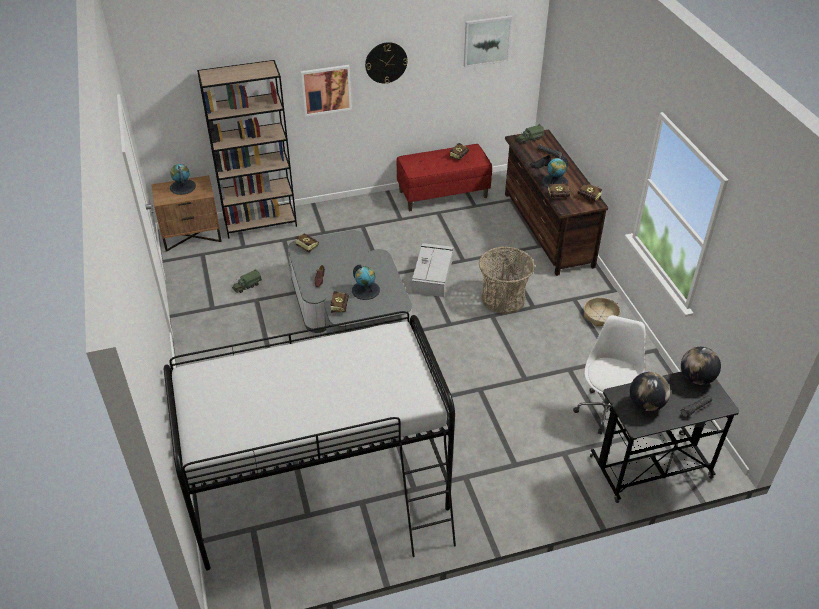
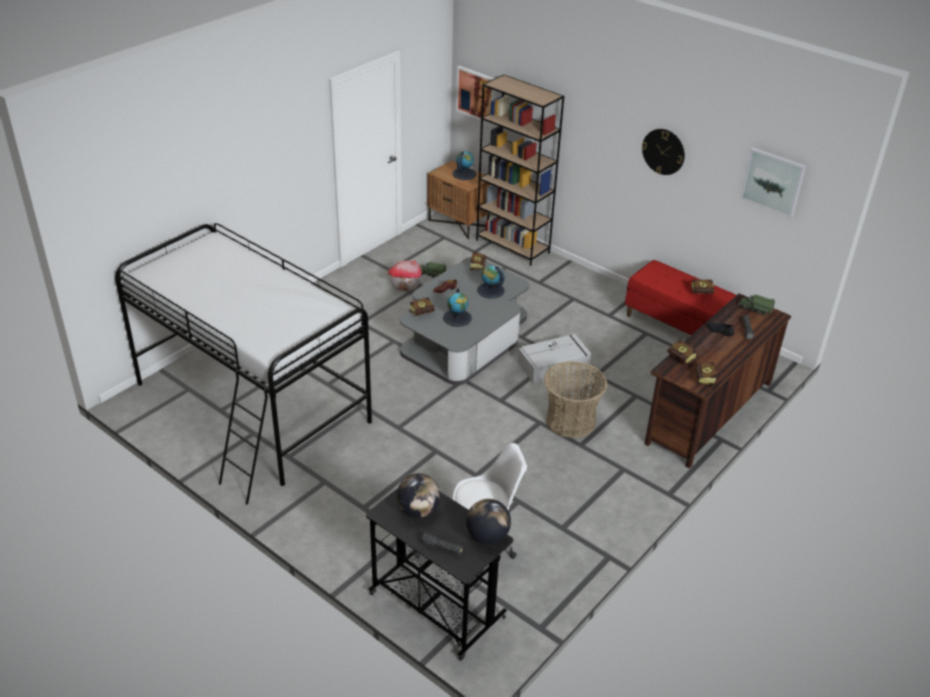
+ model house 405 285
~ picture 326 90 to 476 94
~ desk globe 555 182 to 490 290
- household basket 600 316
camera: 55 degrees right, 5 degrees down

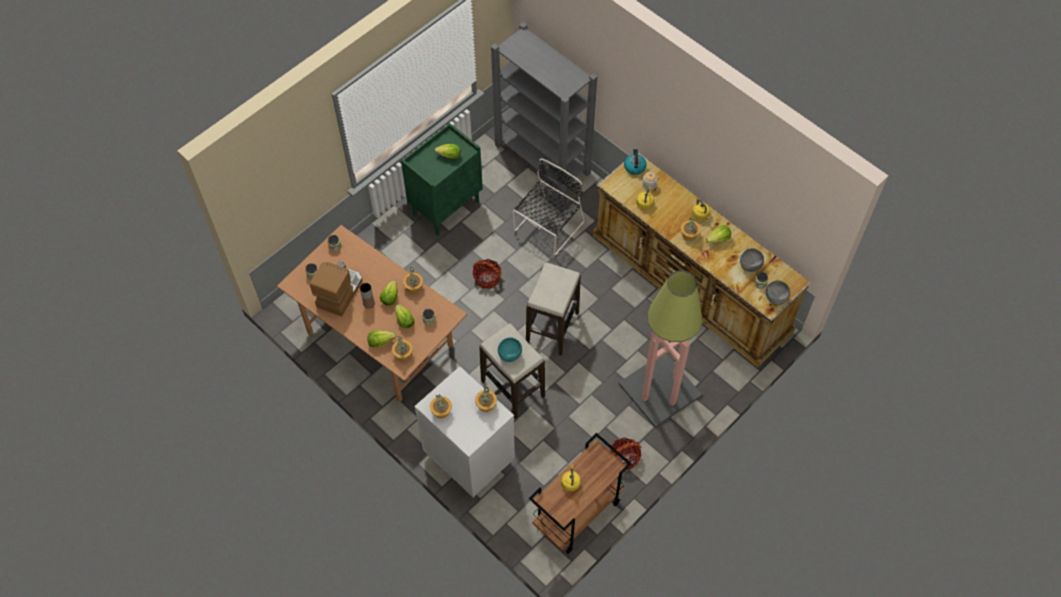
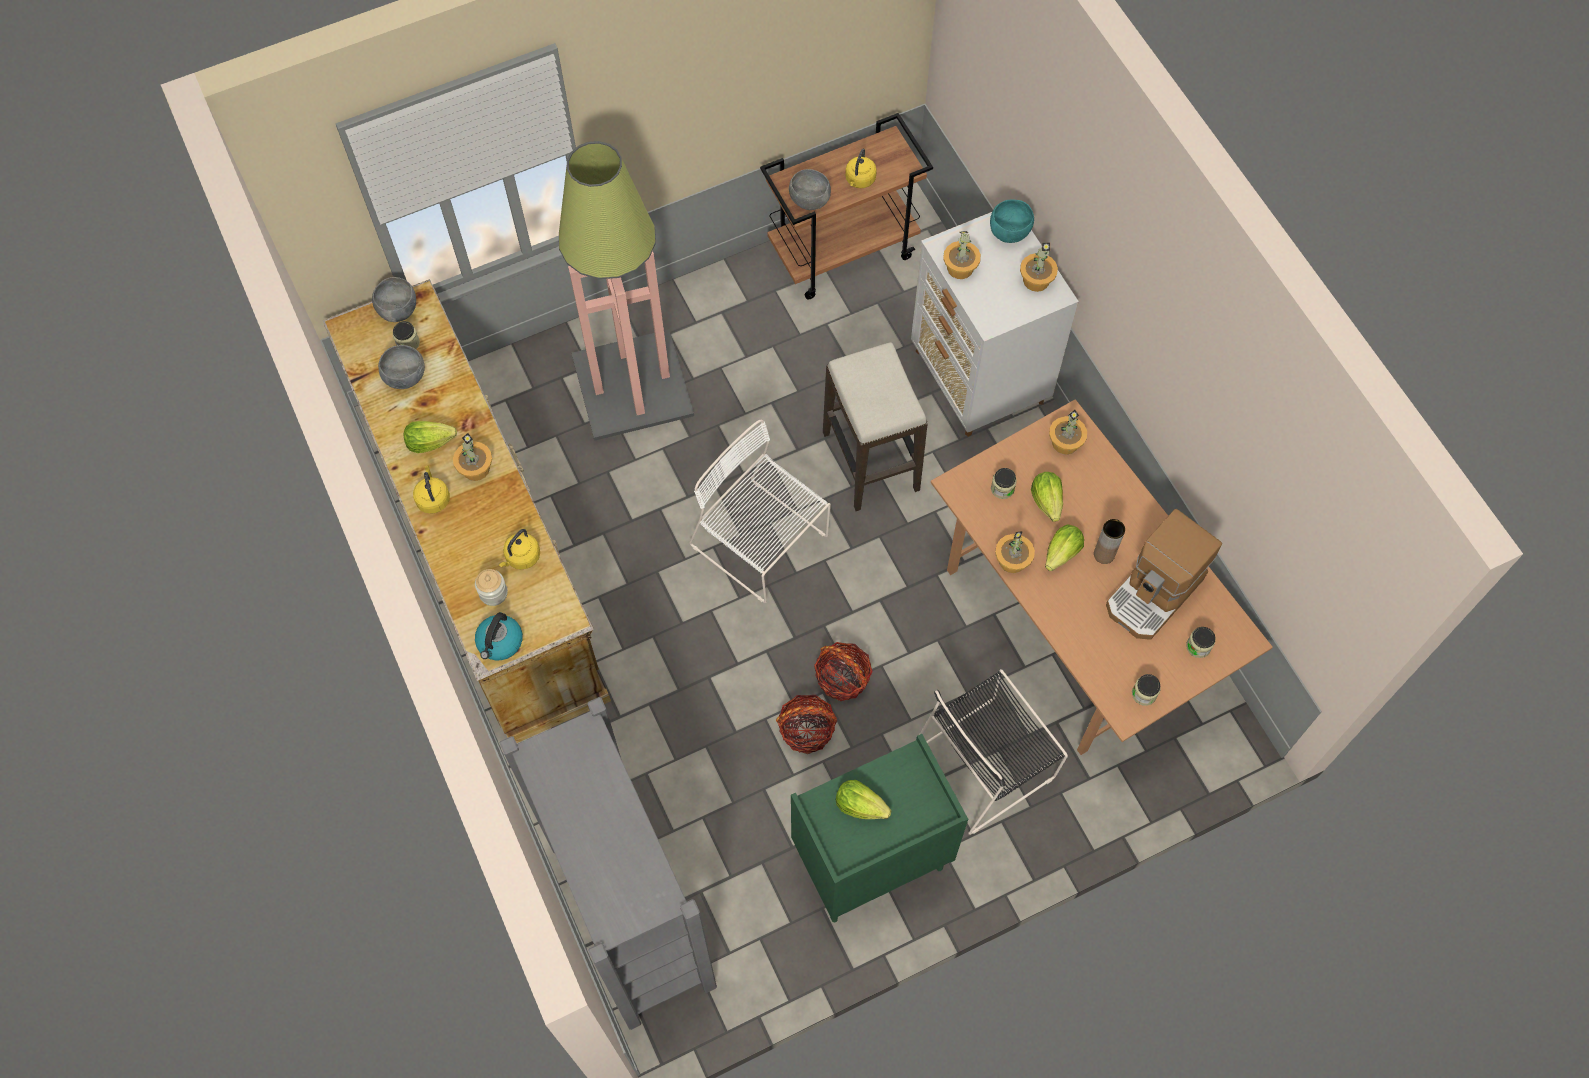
~ stool seat 552 328 to whitish plain chair 762 543
~ household basket 624 458 to 807 730
+ grey bowl 809 202
~ black plain chair 547 228 to 986 762
~ turquoise bowl 510 355 to 1009 233
- head of lettuce 380 341
camera: 160 degrees left, 5 degrees up

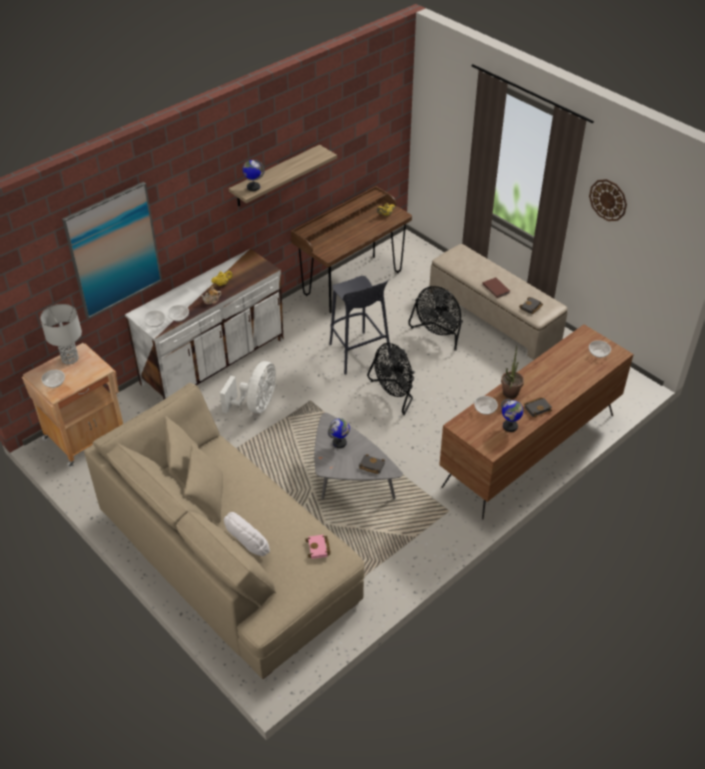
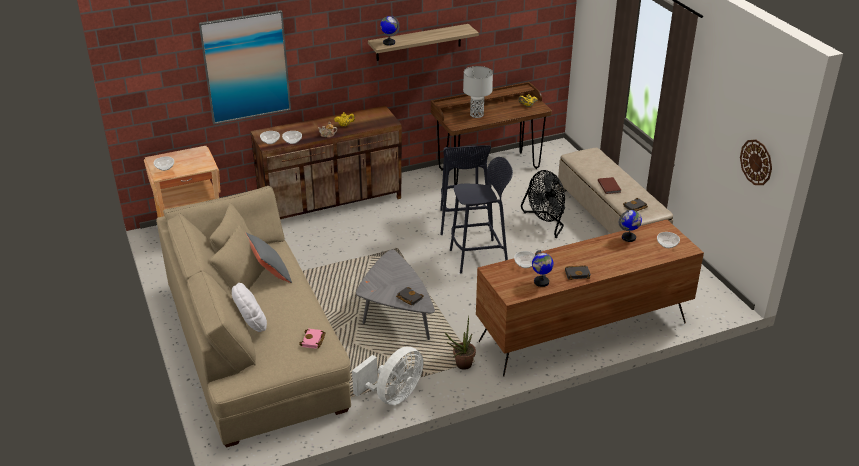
+ grey throw pillow 270 273
~ whitish storage cabinet 215 362 to brownish storage cabinet 332 202
~ whitish electric fan 256 405 to 393 395
~ houseplant 509 395 to 461 366
~ black electric fan 395 391 to grey stool seat 479 258
~ whitish table lamp 70 359 to 476 115
~ desk globe 339 443 to 629 238
~ hanging clock 608 200 to 756 162
camera: 20 degrees right, 10 degrees down

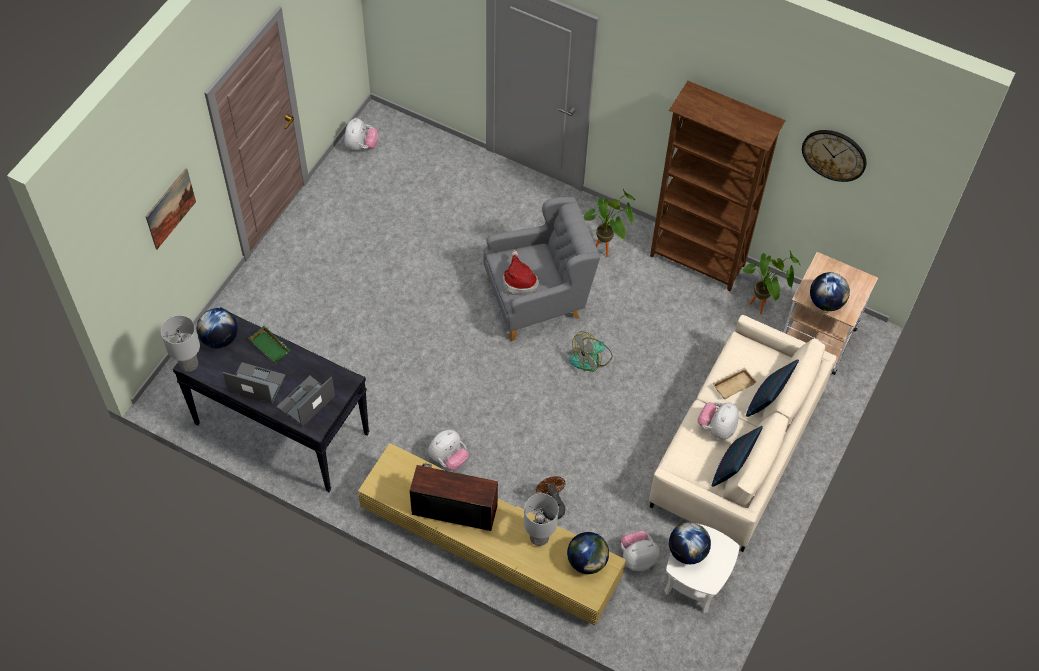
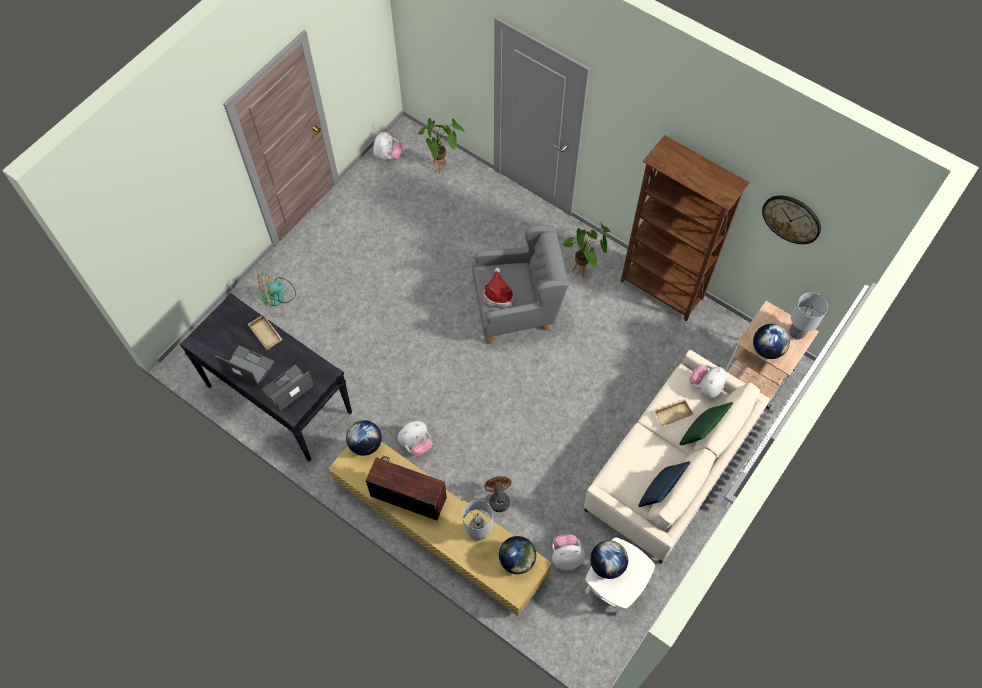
~ greenish tray 271 346 to beige-coloured tray 267 333
~ electric fan 591 358 to 277 295
~ desk globe 220 338 to 365 444
~ houseplant 762 308 to 442 169
~ blue throw pillow 767 401 to greenish throw pillow 700 432
~ plush toy 716 428 to 705 387
~ grey table lamp 189 365 to 796 333
- picture 170 208
camera: 10 degrees right, 5 degrees up

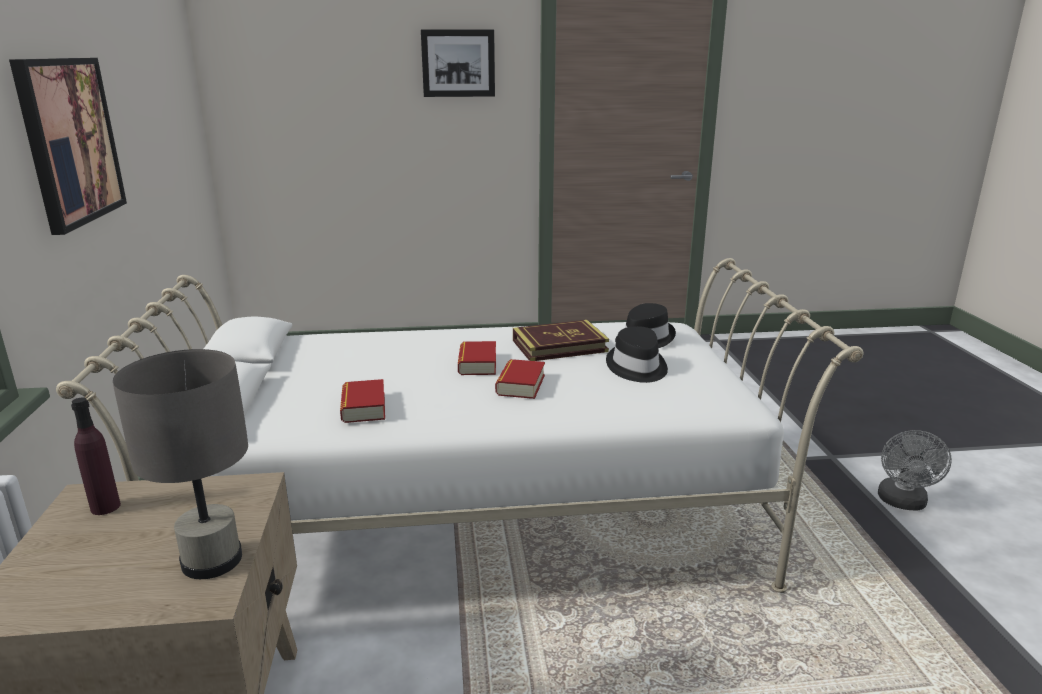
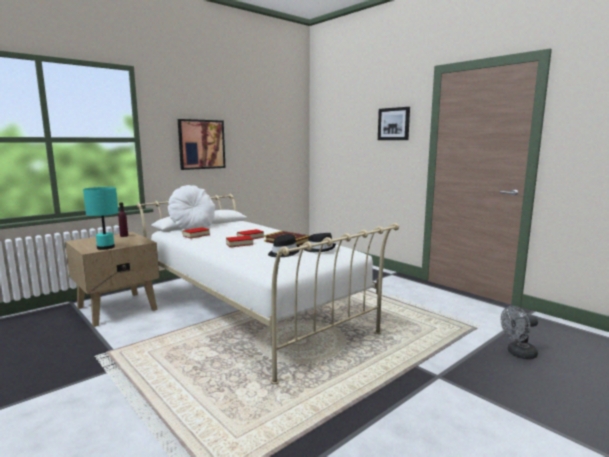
~ grey table lamp 211 560 to turquoise table lamp 106 247
+ whitish throw pillow 193 228
~ grey electric fan 902 503 to 518 354
camera: 55 degrees right, 10 degrees down

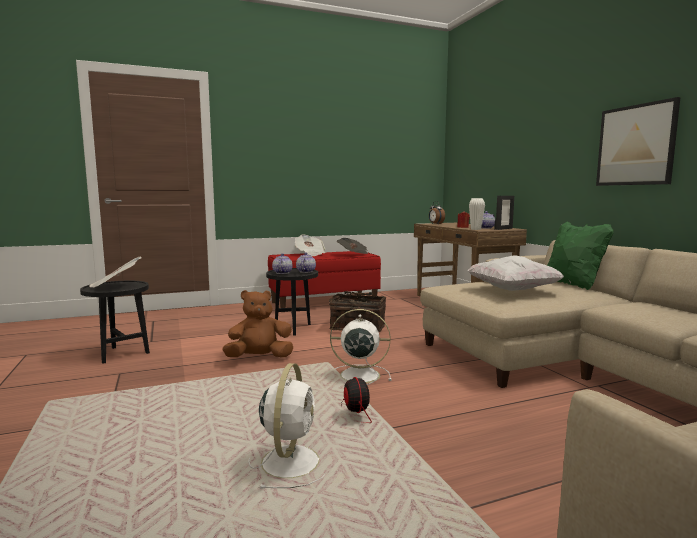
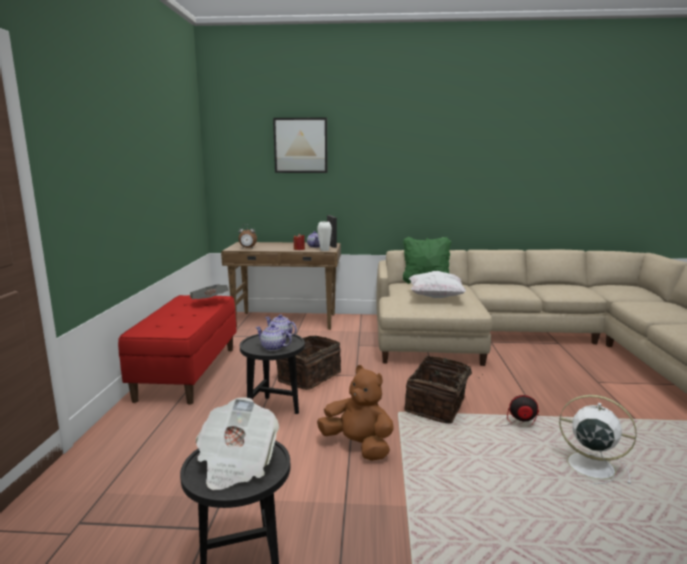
~ picture 635 145 to 300 145
~ brownish plush toy 259 358 = 358 446 120 degrees clockwise
~ whitish electric fan 357 375 to household basket 437 406
- daily paper 310 254
camera: 65 degrees left, 5 degrees up

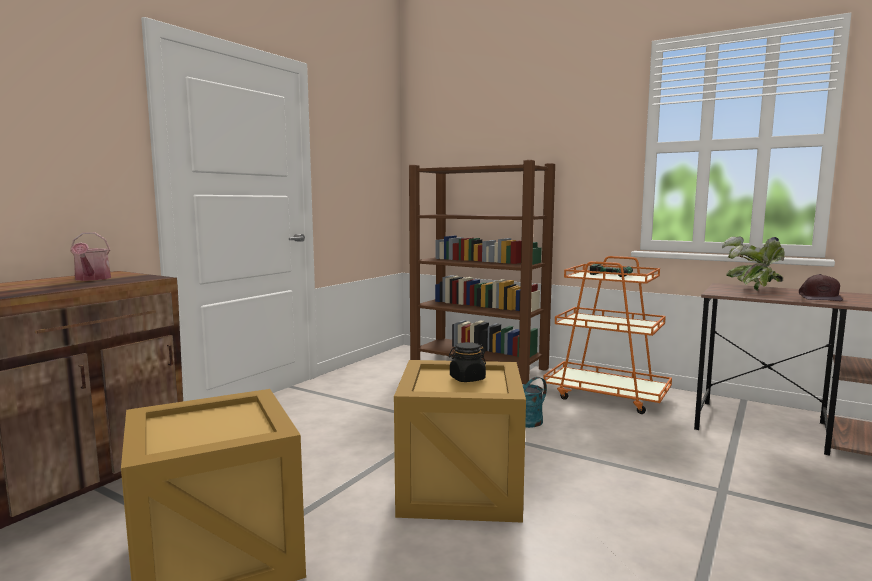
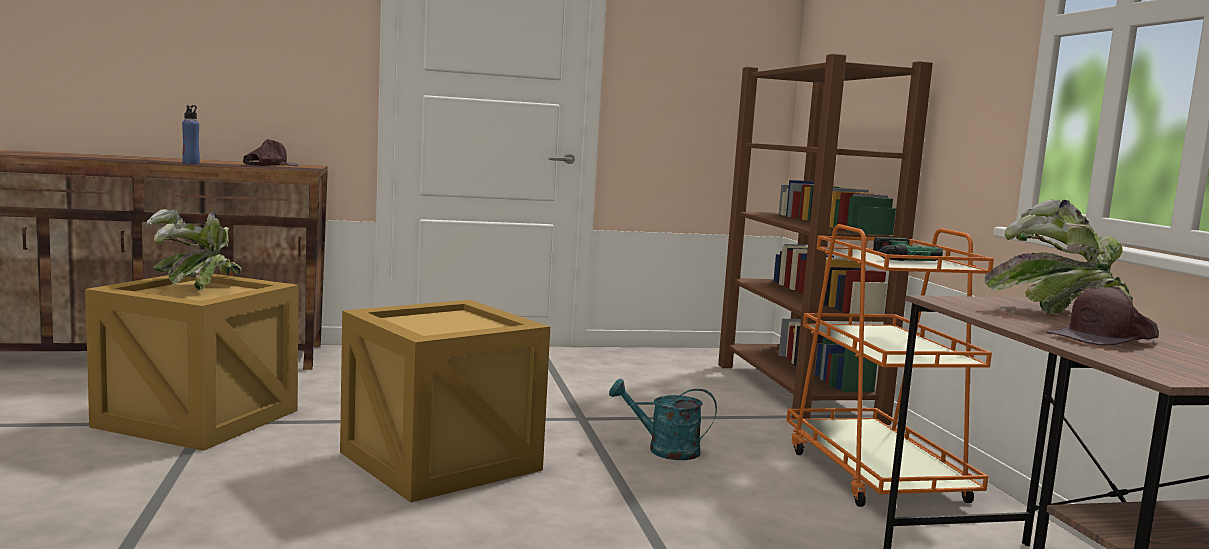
+ houseplant 196 288
+ blue drink bottle 191 164
~ sprinkling can 91 279 to brownish baseball cap 270 165
- black preserve jar 467 379
camera: 45 degrees right, 0 degrees up

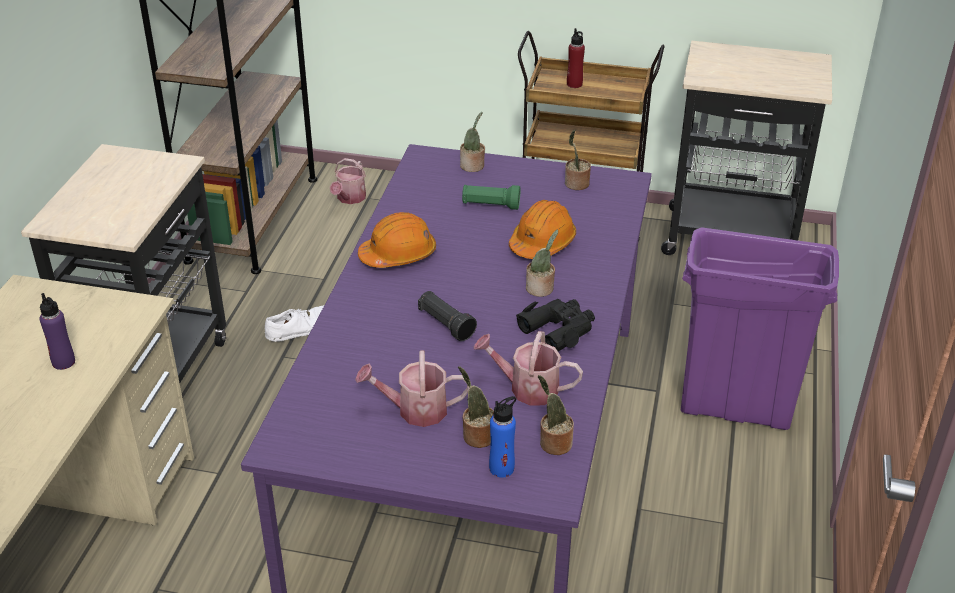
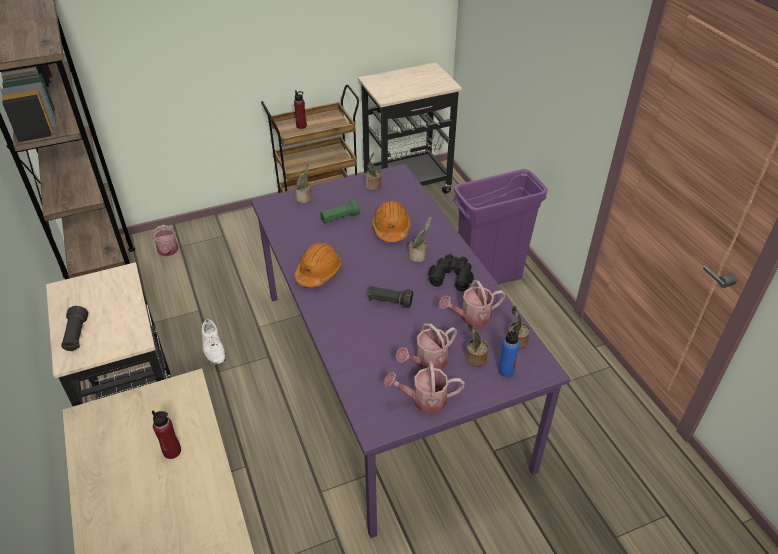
+ black torch 76 336
~ purplish drink bottle 63 362 to reddish drink bottle 172 451
~ whitish shoe 302 328 = 213 347 135 degrees clockwise
+ sprinkling can 424 400
camera: 35 degrees left, 5 degrees up

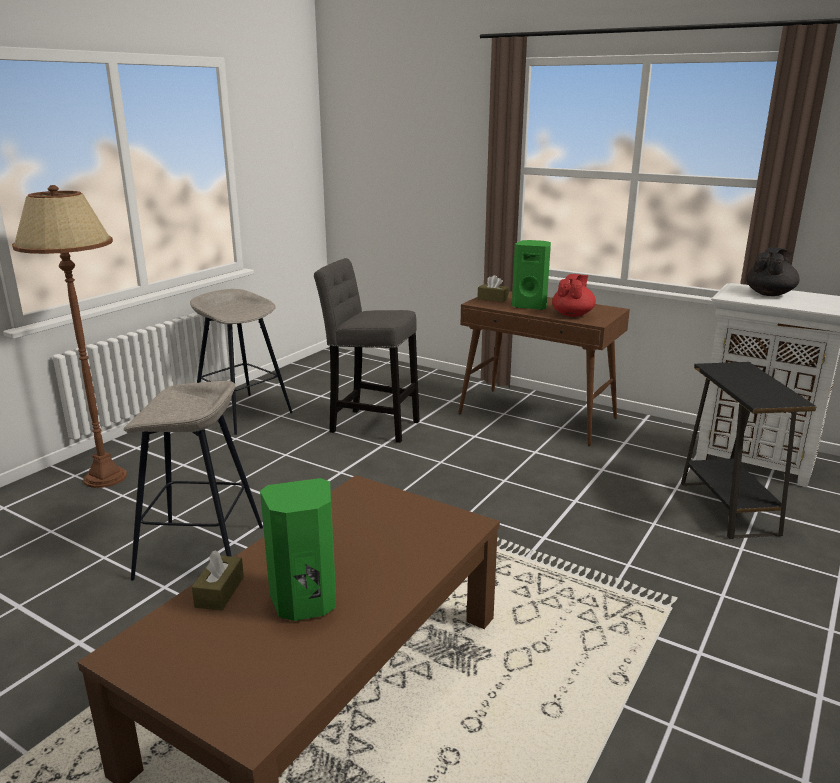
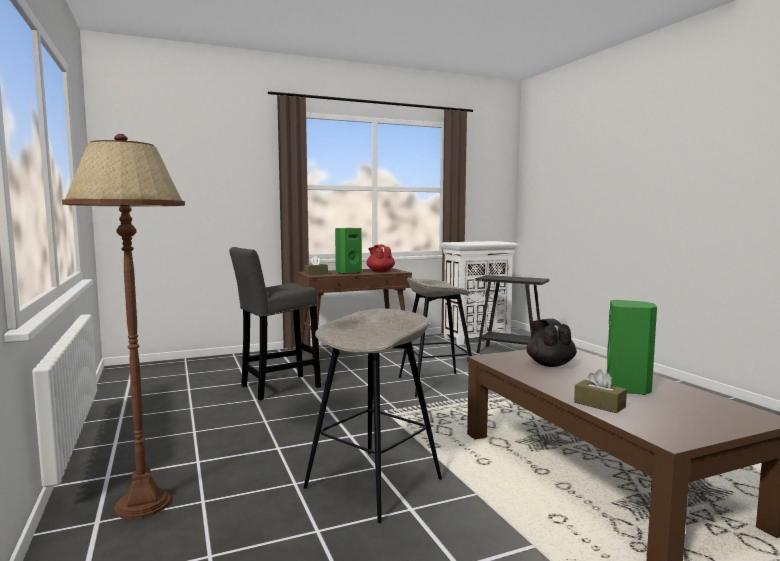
~ grey stool seat 243 413 to 436 384
~ black tea pot 770 294 to 549 364
camera: 55 degrees left, 15 degrees down

